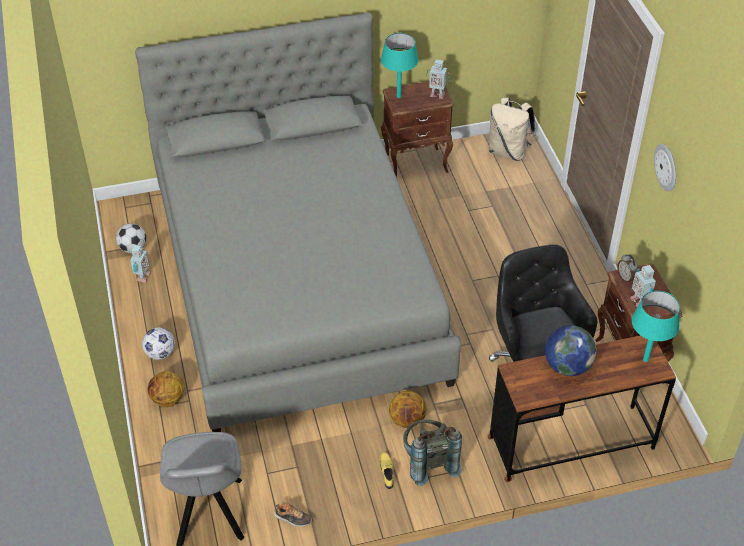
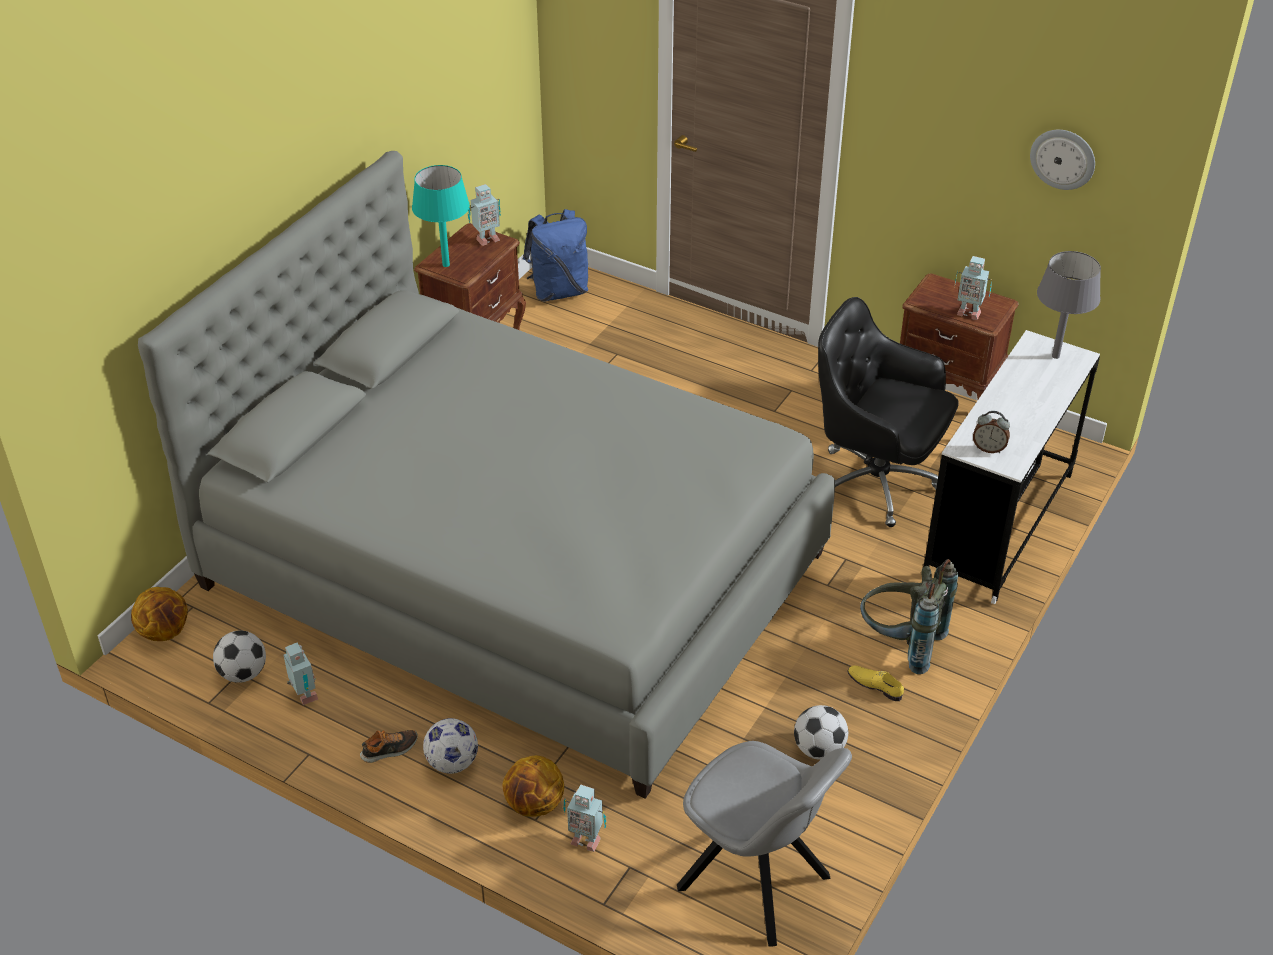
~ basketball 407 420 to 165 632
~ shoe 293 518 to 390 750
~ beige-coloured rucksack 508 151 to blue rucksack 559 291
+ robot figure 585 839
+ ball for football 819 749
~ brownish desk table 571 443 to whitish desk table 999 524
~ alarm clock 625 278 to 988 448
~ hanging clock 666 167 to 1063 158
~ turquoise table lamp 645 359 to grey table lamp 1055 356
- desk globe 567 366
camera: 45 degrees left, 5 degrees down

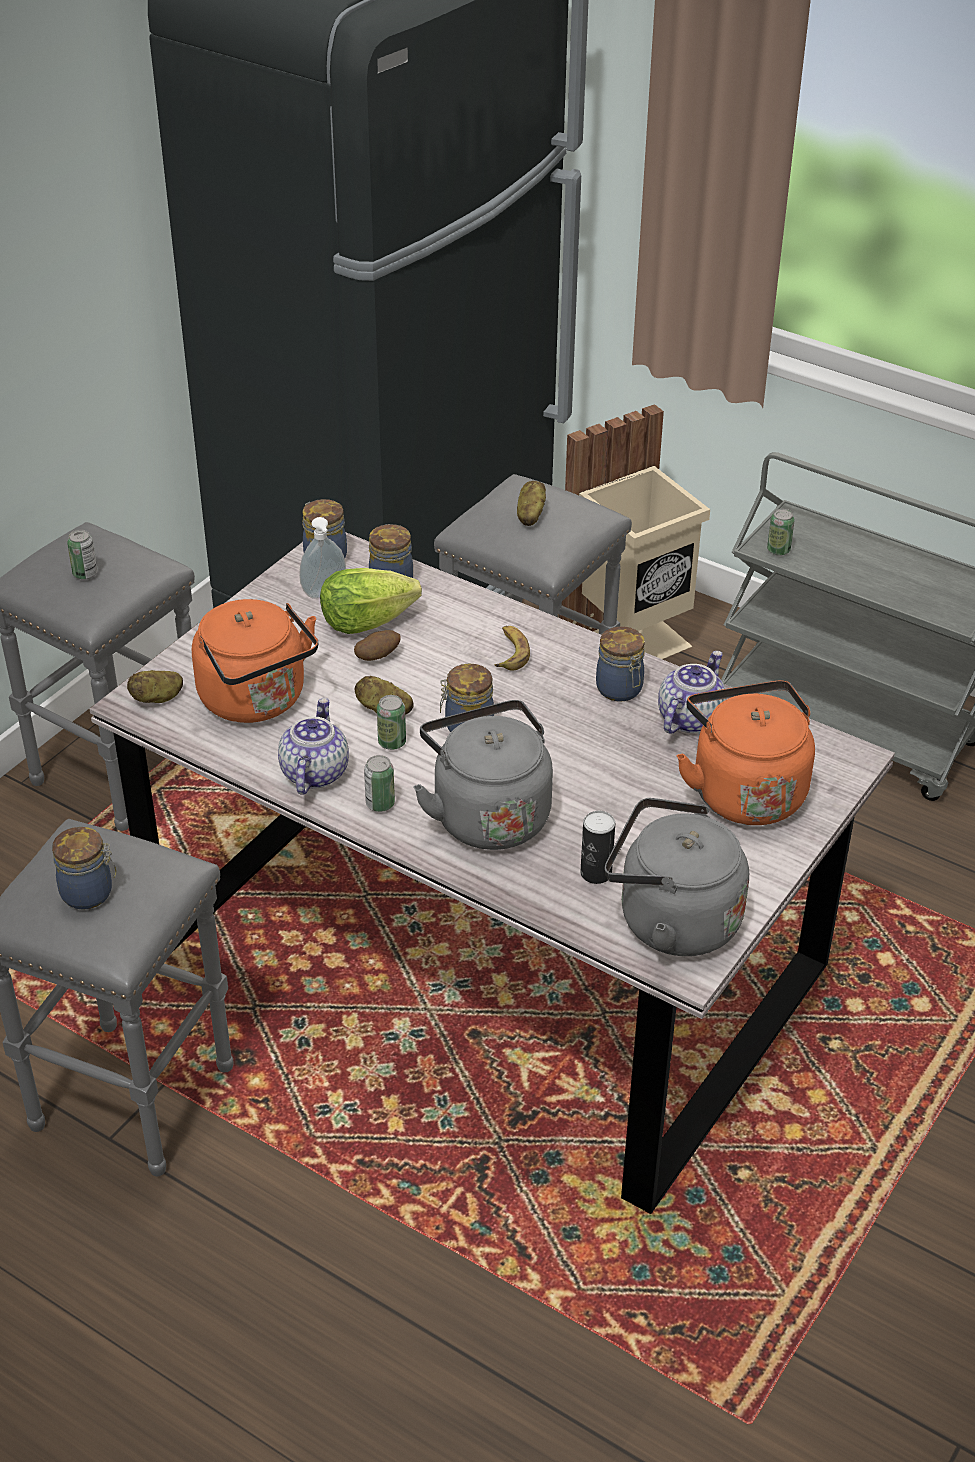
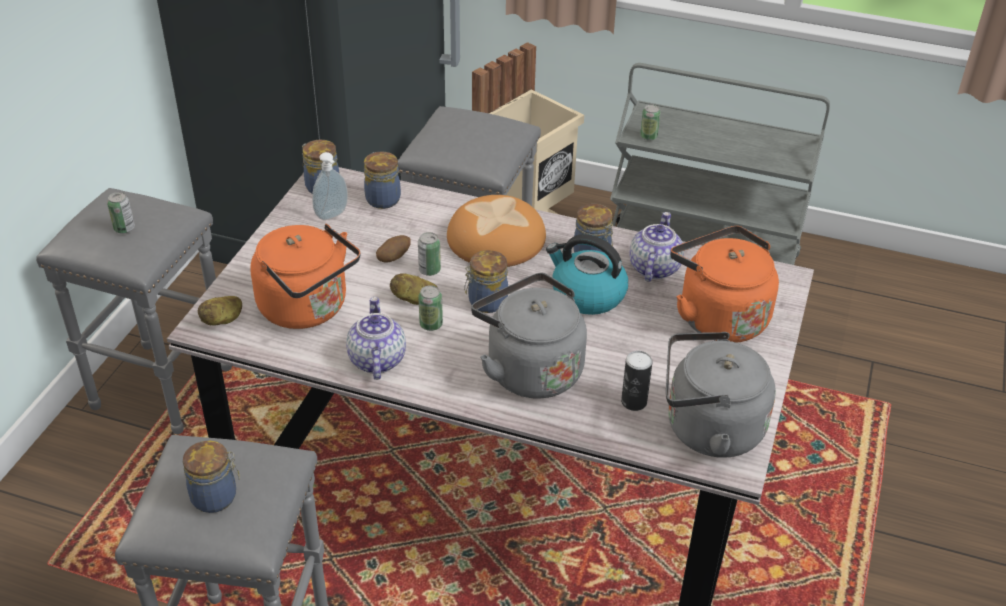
~ can 380 804 to 429 270
~ banana 510 652 to bread 497 238
+ kettle 587 295
- head of lettuce 365 621
- whole potato 530 515
camera: 15 degrees left, 0 degrees up

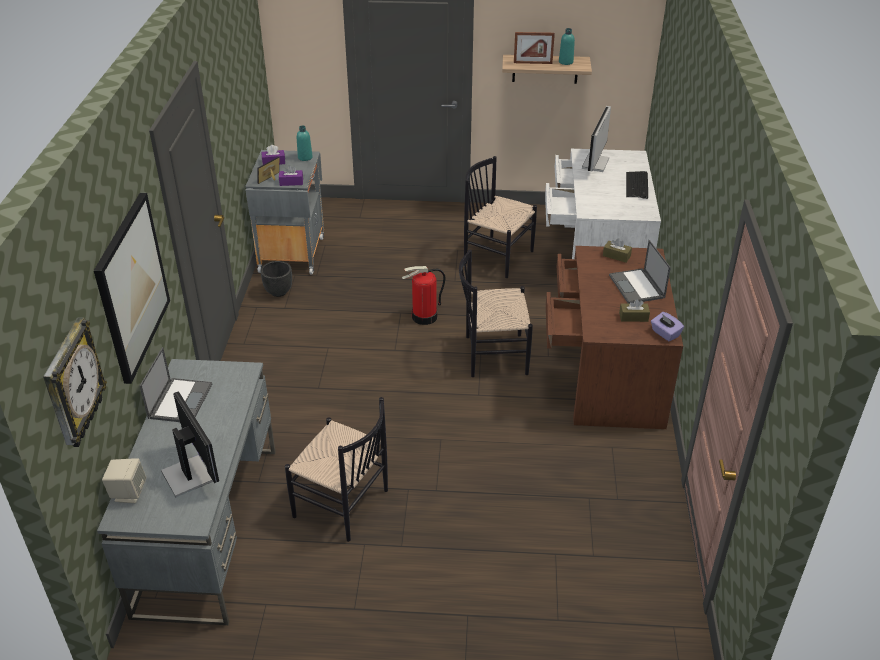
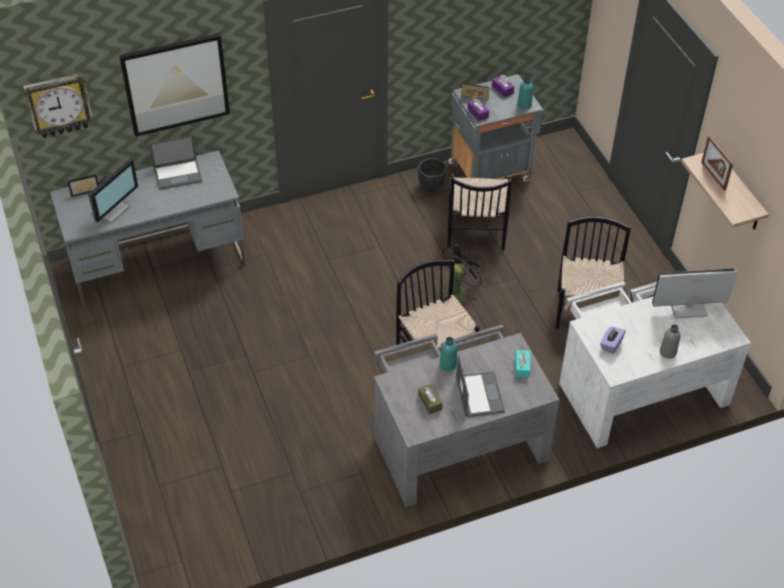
~ beige-coloured loudspeaker 128 493 to photo frame 84 190
~ brownish desk table 604 374 to grey desk table 456 442
~ fire-fighting cylinder 424 317 to black electric fan 458 291
~ turquoise drink bottle 566 62 to 448 364
~ black plain chair 344 505 to 475 234
~ notebook computer 637 287 = 479 394 120 degrees clockwise
~ brownish tissue holder 616 256 to turquoise tissue holder 522 367
~ purplish tissue holder 665 334 to 611 344
~ keyboard 637 185 to grey drink bottle 667 352
camera: 65 degrees right, 10 degrees up

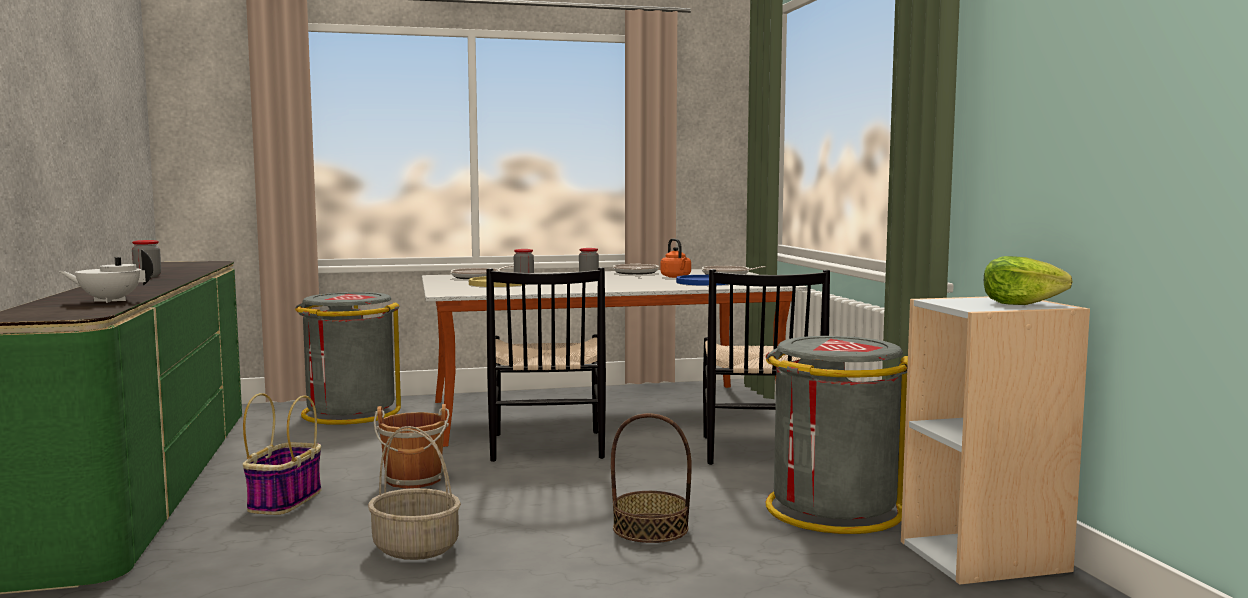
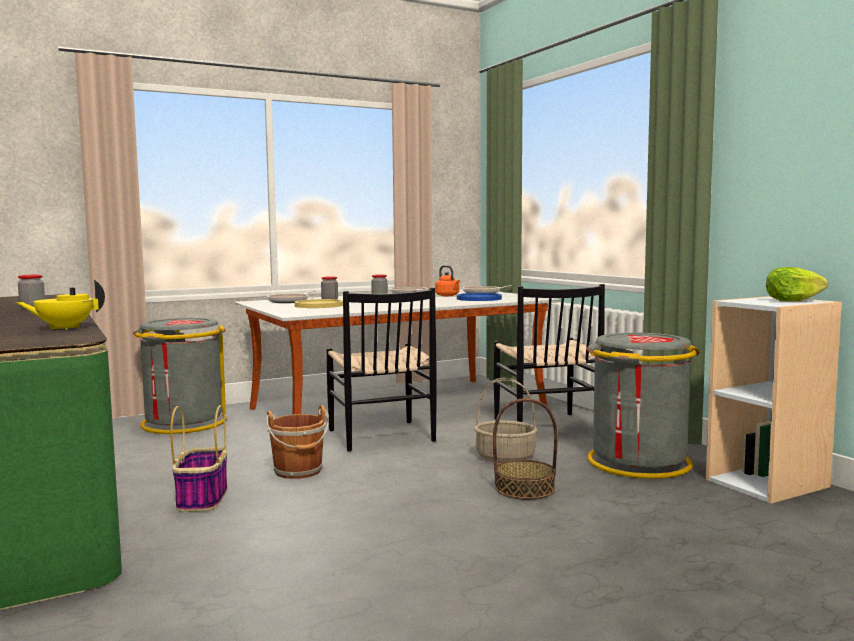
~ whitish tea pot 110 301 to yellowish tea pot 64 328
~ household basket 417 548 to 506 457
camera: 15 degrees left, 0 degrees up

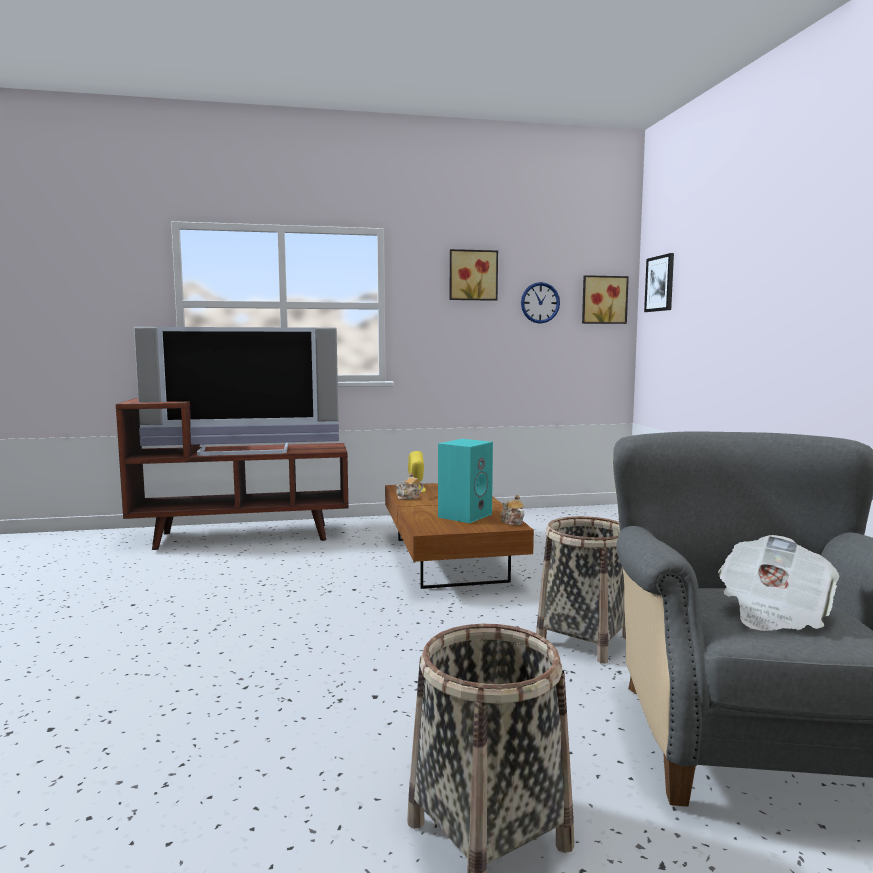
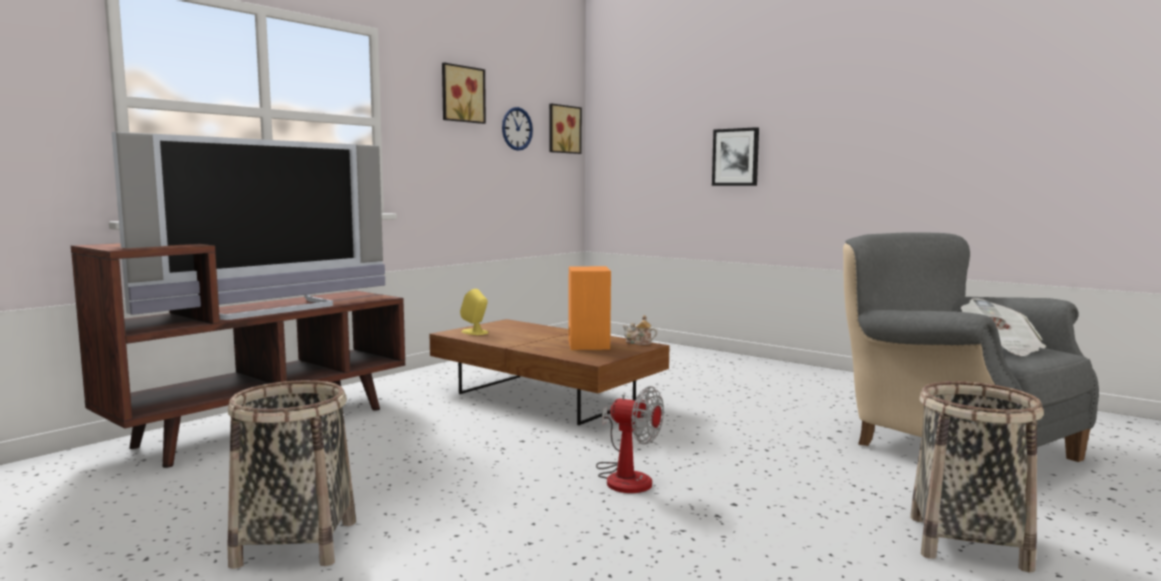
~ household basket 585 640 to 296 543
~ turquoise loudspeaker 465 515 to orange-coloured loudspeaker 587 344
+ electric fan 625 477
~ picture 660 283 to 735 157
- tea pot 409 497
camera: 40 degrees left, 0 degrees up

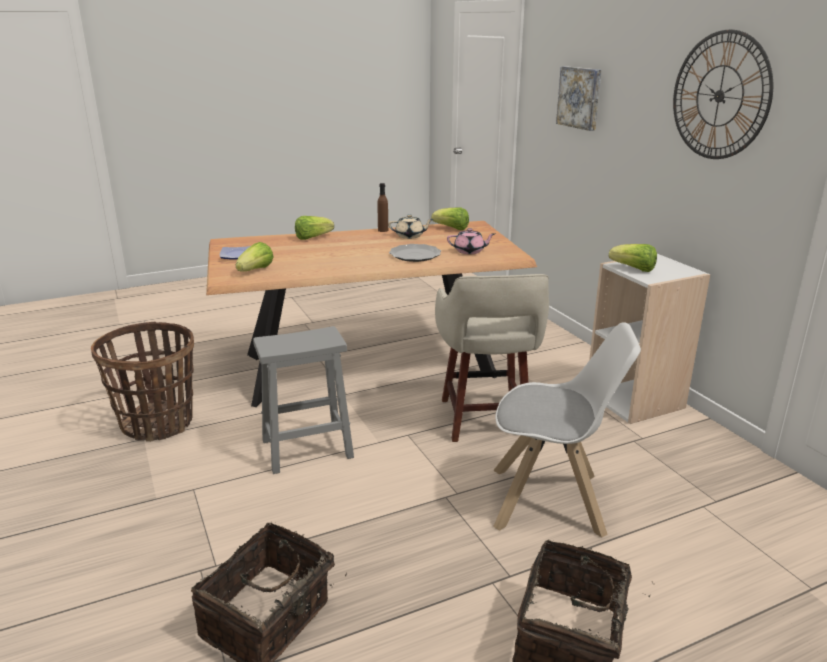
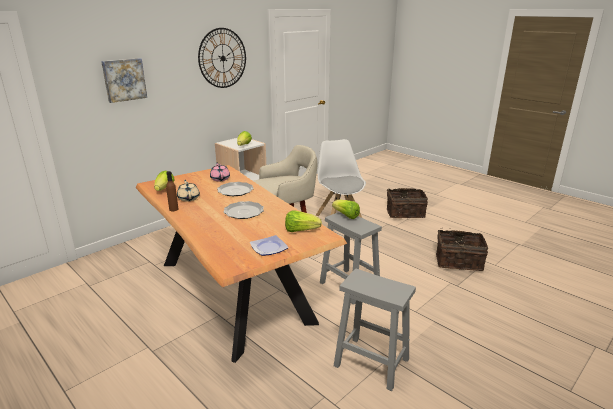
+ flat dish 244 212
~ head of lettuce 312 238 to 346 216
~ household basket 157 423 to grey stool seat 370 362
camera: 110 degrees left, 0 degrees up

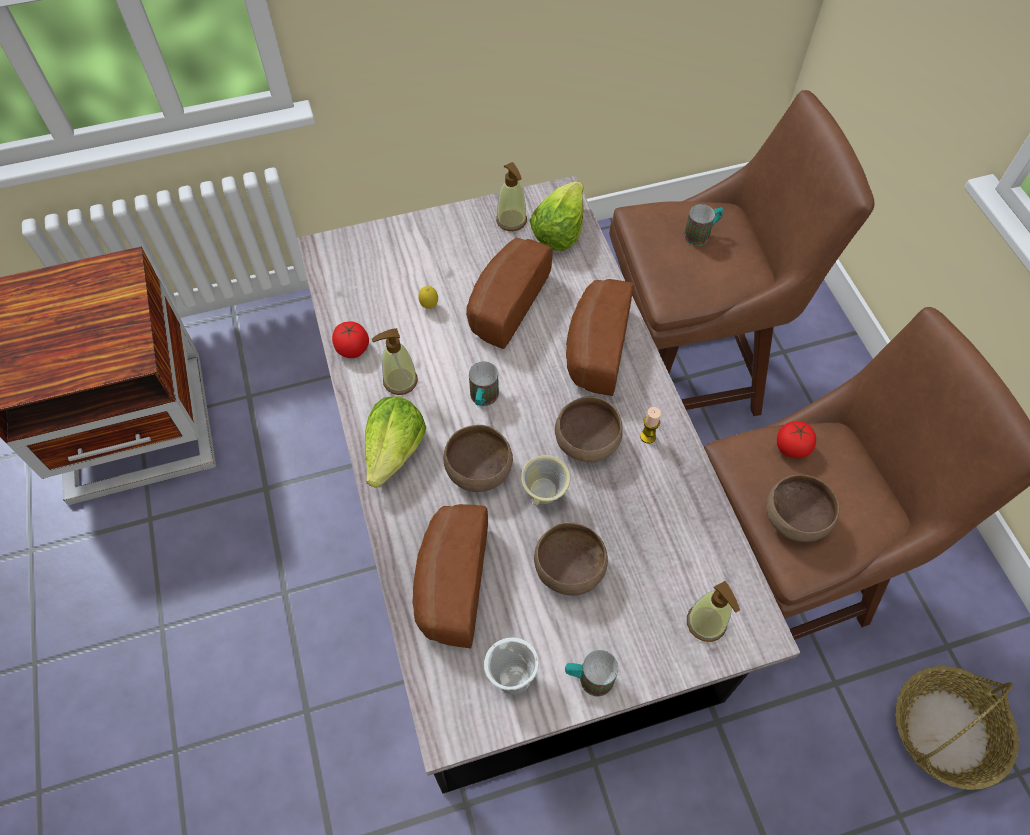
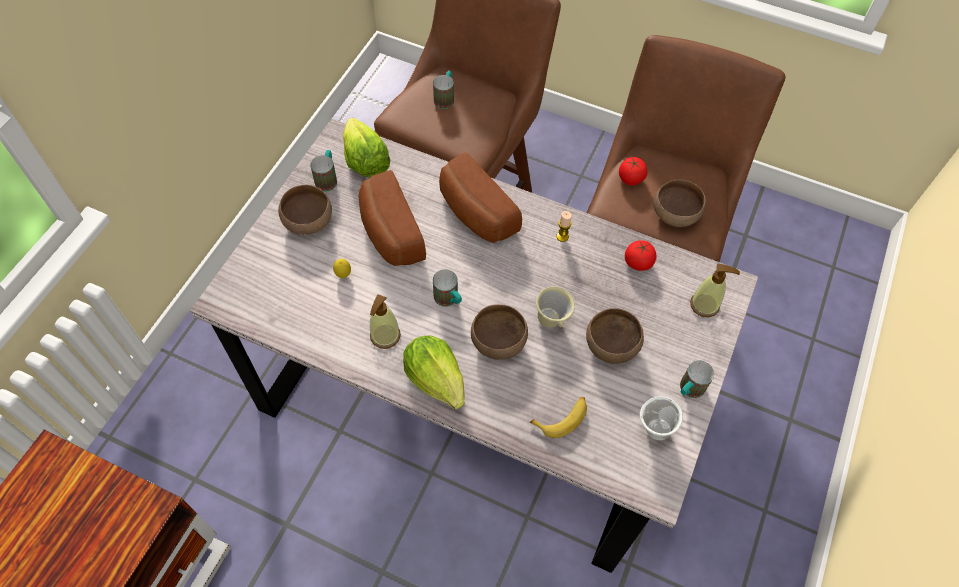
~ brownish bowl 587 443 to 309 222
~ soap bottle 511 220 to coffee mug 327 178
~ bread 449 583 to banana 562 418
~ whole tomato 353 348 to 638 262
- household basket 946 730
camera: 50 degrees left, 0 degrees up

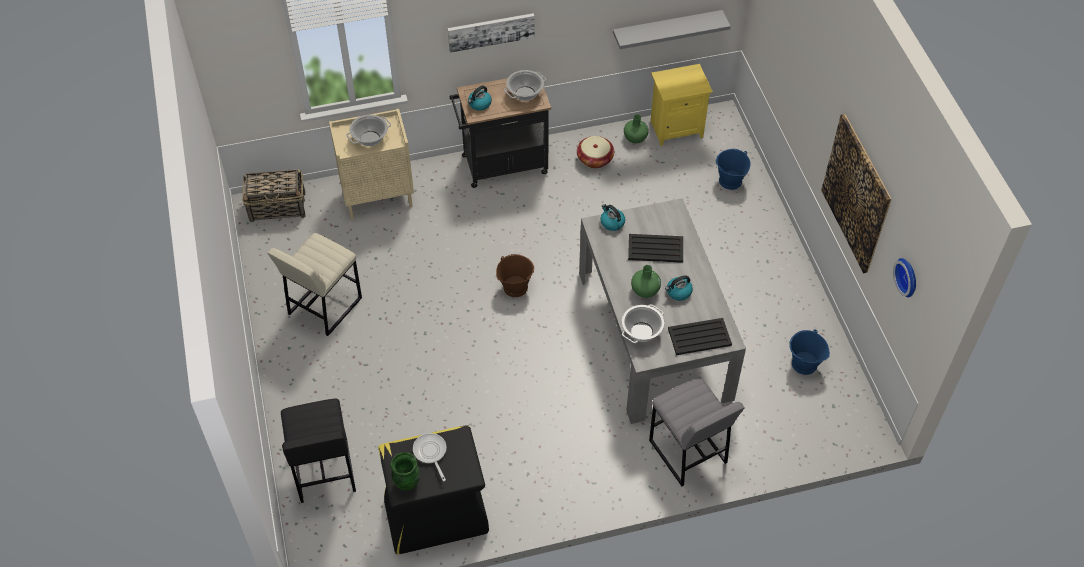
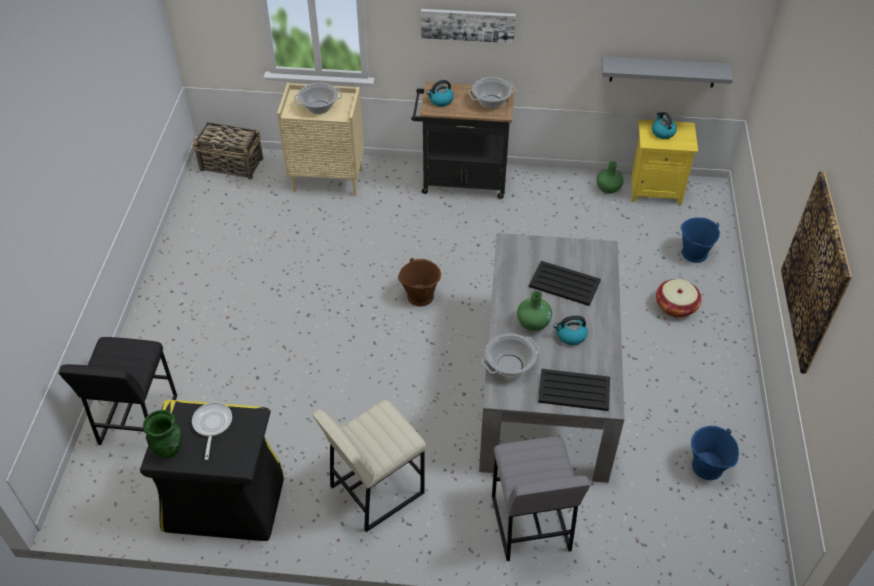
~ beige-coloured plain chair 324 307 to 375 491
~ kettle 612 222 to 662 132
~ household basket 595 159 to 676 306
- hanging clock 908 276
camera: 20 degrees right, 5 degrees down

